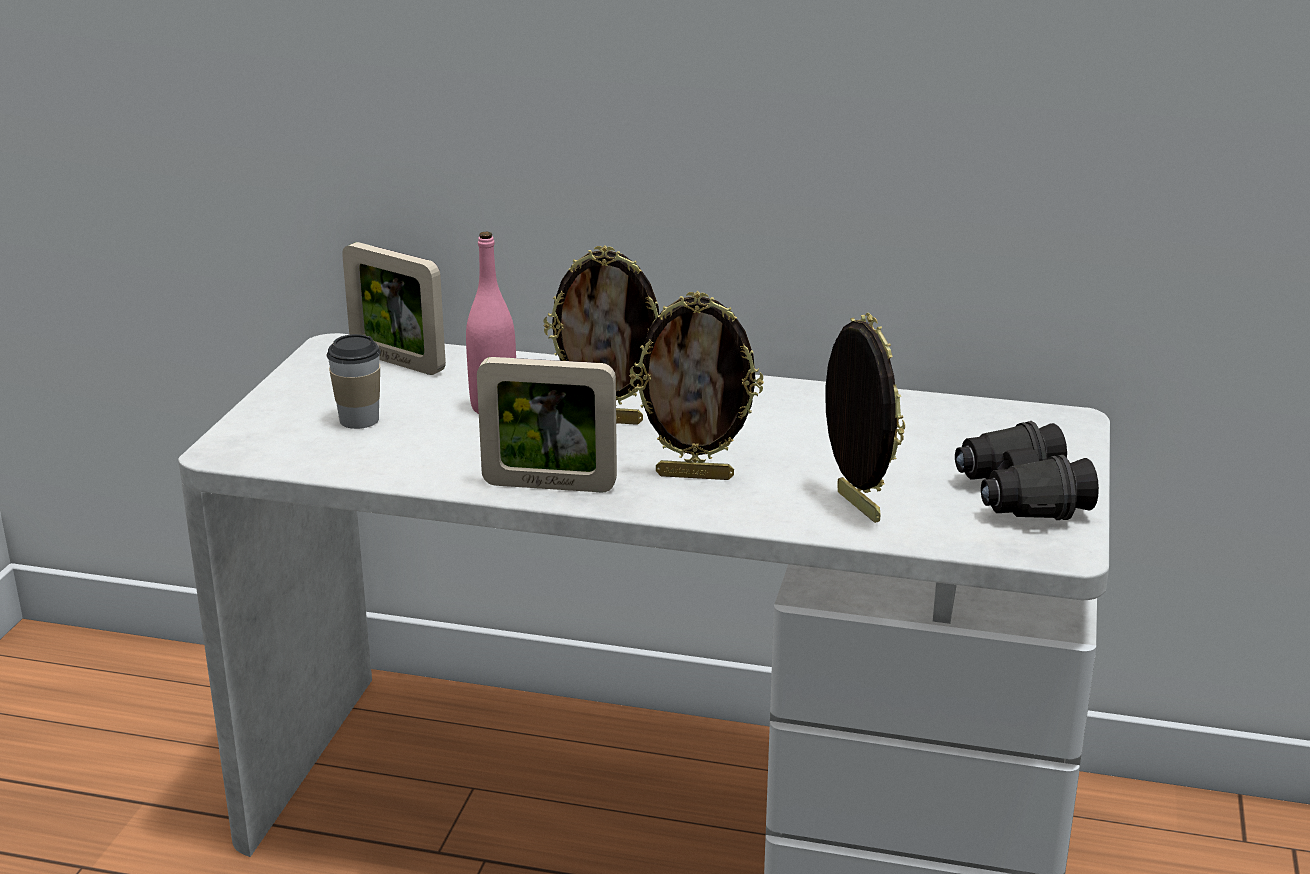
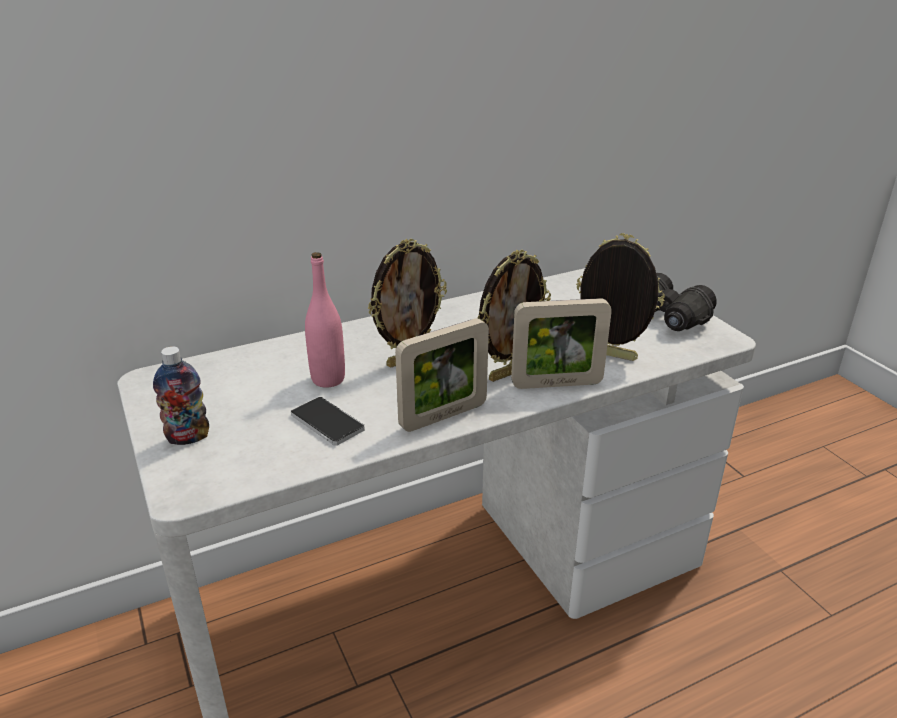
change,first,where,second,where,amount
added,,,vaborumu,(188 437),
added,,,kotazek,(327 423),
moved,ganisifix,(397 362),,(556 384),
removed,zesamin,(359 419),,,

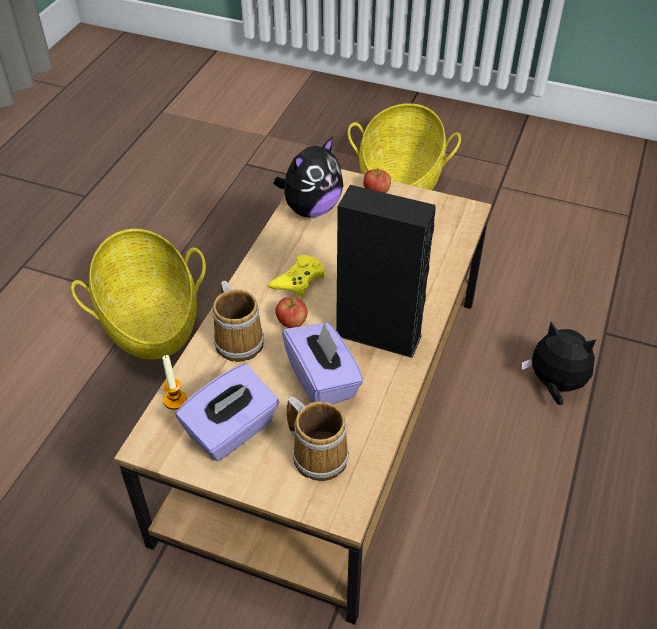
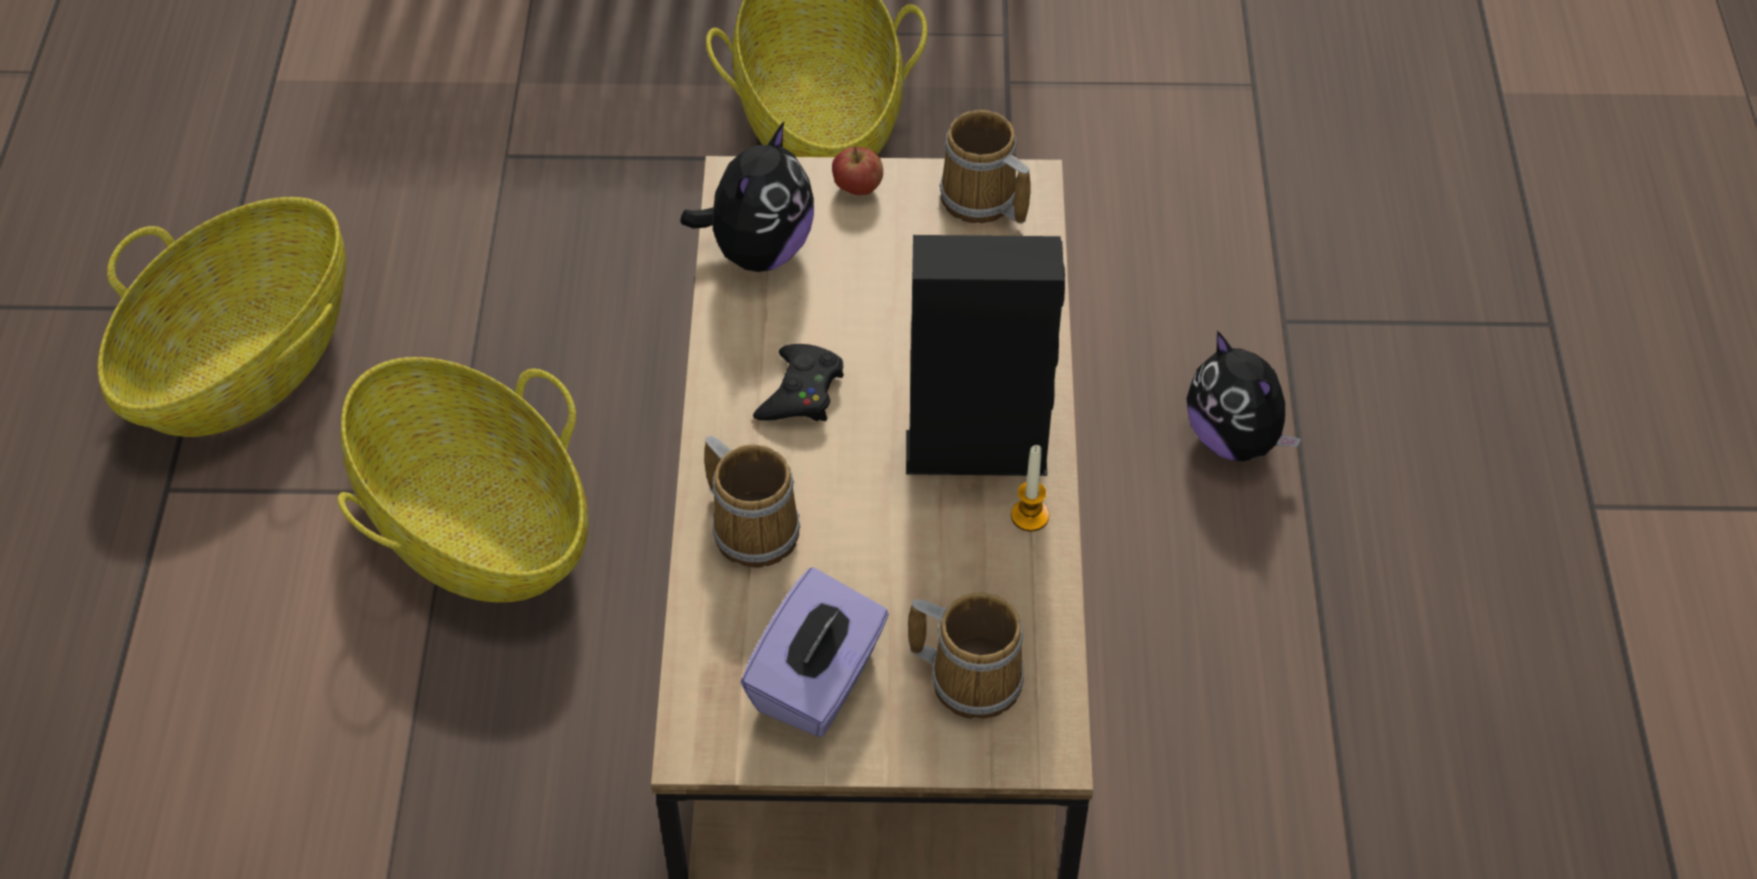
change,first,where,second,where,amount
added,,,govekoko,(244 363),
recoloured,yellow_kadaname,(298 280),black_kadaname,(801 392),
added,,,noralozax,(981 201),
moved,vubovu,(175 400),,(1029 516),
turned,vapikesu,(554 385),,(1235 439),135 degrees counterclockwise
removed,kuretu,(291 323),,,
removed,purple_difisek,(322 380),,,

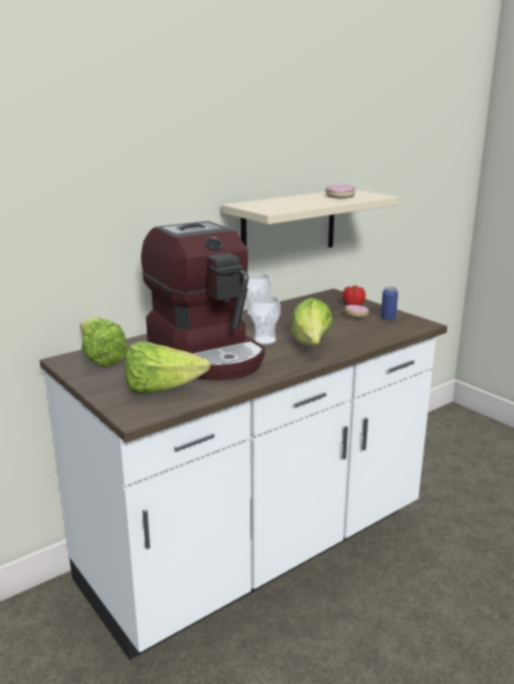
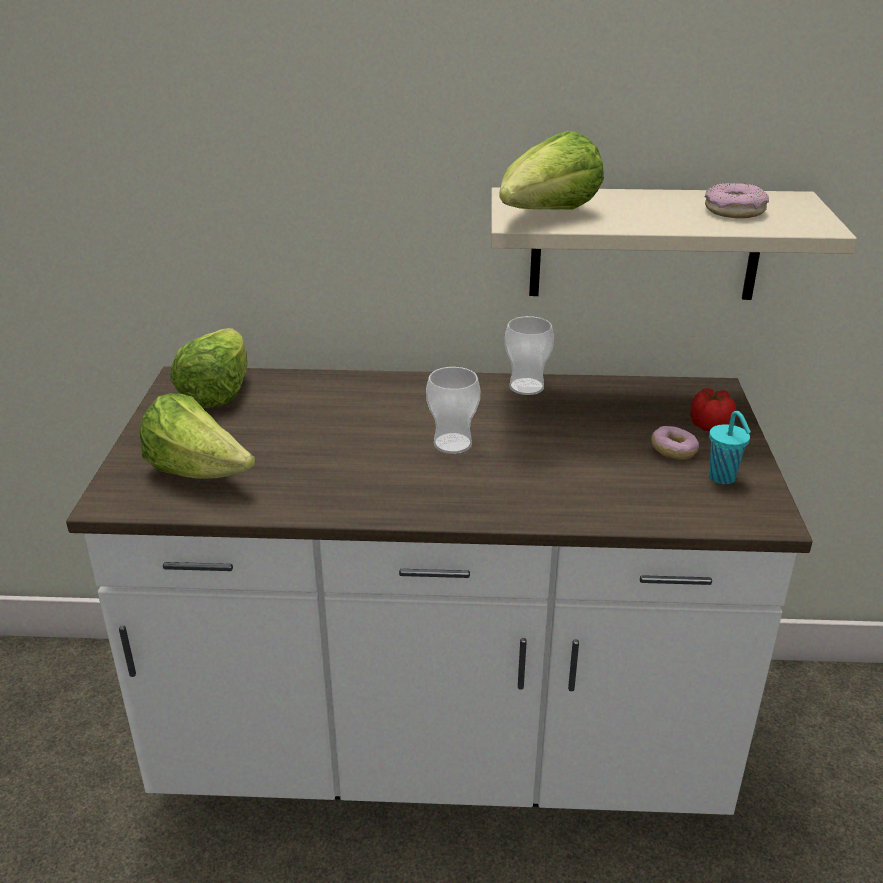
change,first,where,second,where,amount
moved,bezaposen,(311 345),,(547 215),
replaced,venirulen,(388 318),turquoise_zesamin,(723 478),
removed,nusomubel,(207 352),,,

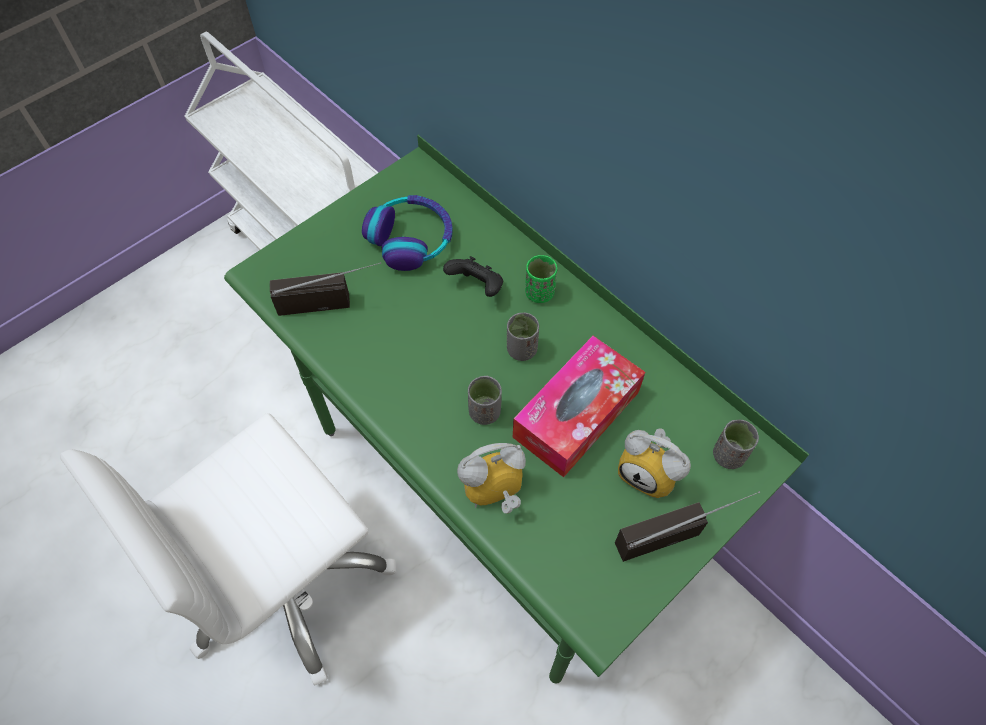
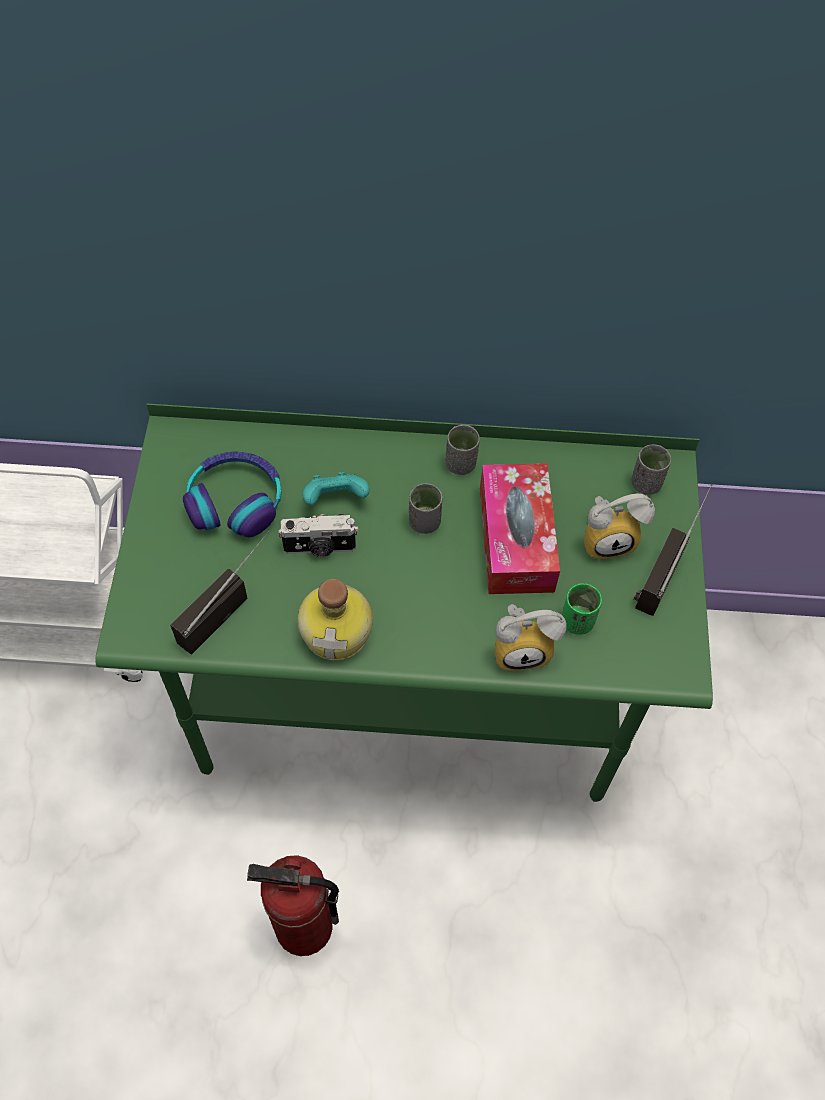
change,first,where,second,where,amount
replaced,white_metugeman,(288 581),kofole,(303 928),
added,,,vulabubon,(319 548),
added,,,vaborumu,(338 631),
recoloured,black_kadaname,(477 287),turquoise_kadaname,(335 499),
moved,grey_zesamin,(484 412),,(460 464),
turned,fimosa,(495 497),,(522 648),120 degrees counterclockwise
moved,green_zesamin,(539 293),,(577 621),

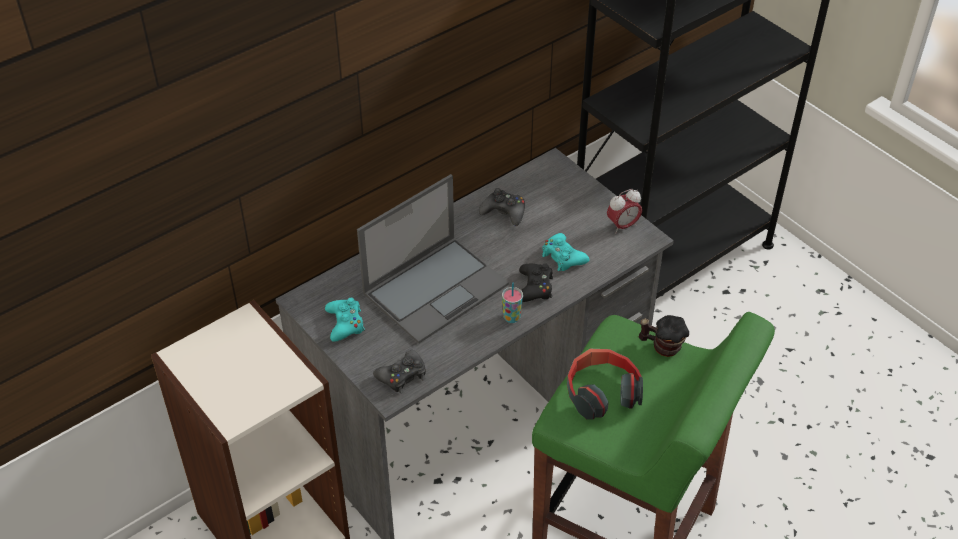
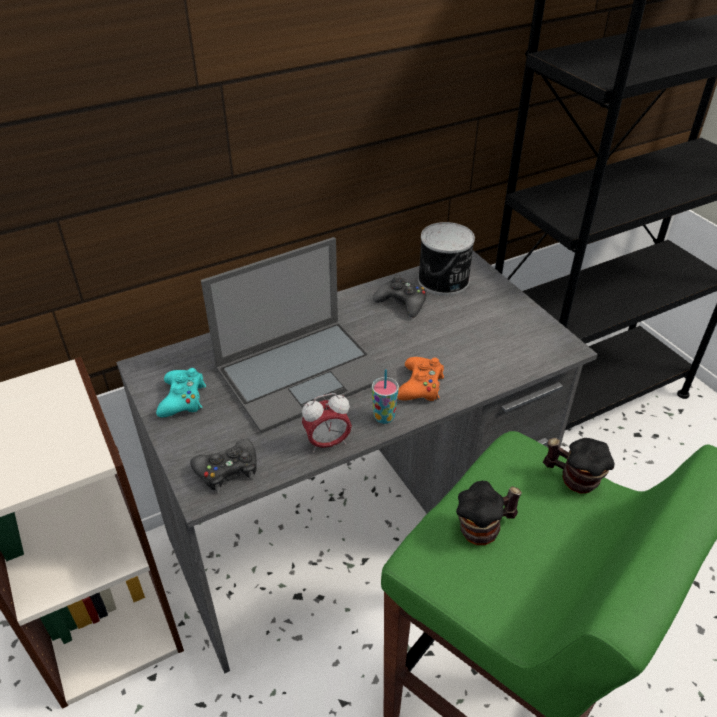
change,first,where,second,where,amount
moved,fimosa,(622 226),,(327 443),
recoloured,black_kadaname,(535 287),orange_kadaname,(420 386),
added,,,venirulen,(444 281),
replaced,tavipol,(602 392),noralozax,(484 529),
removed,turquoise_kadaname,(563 257),,,

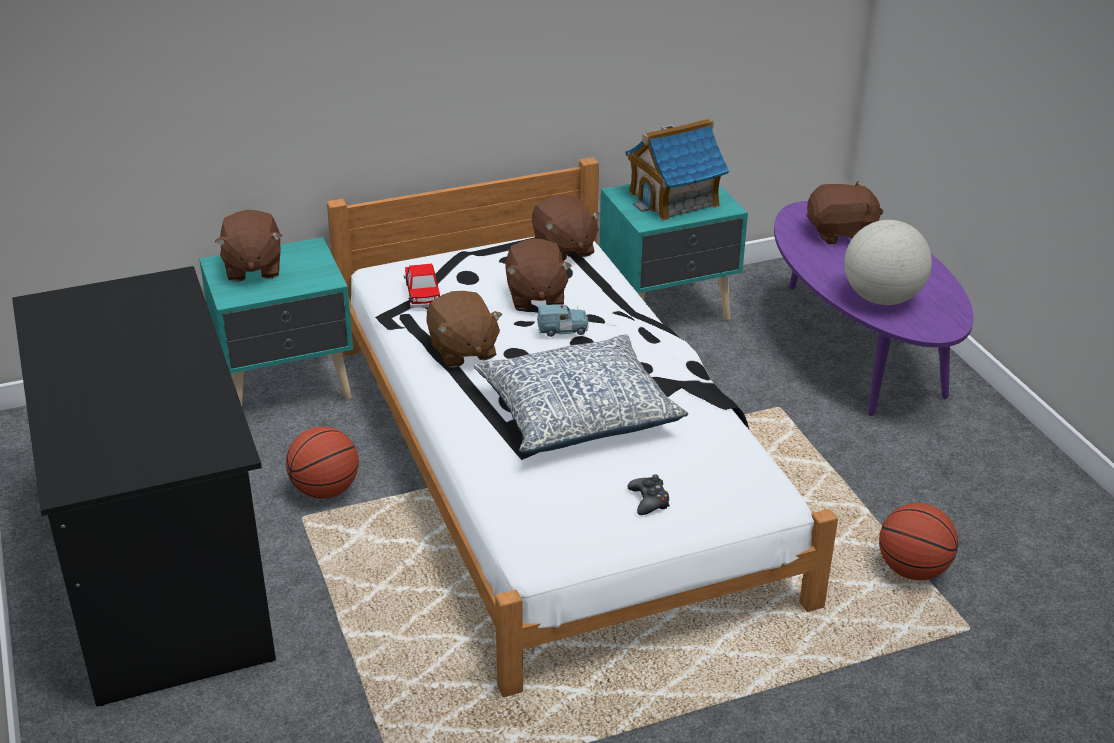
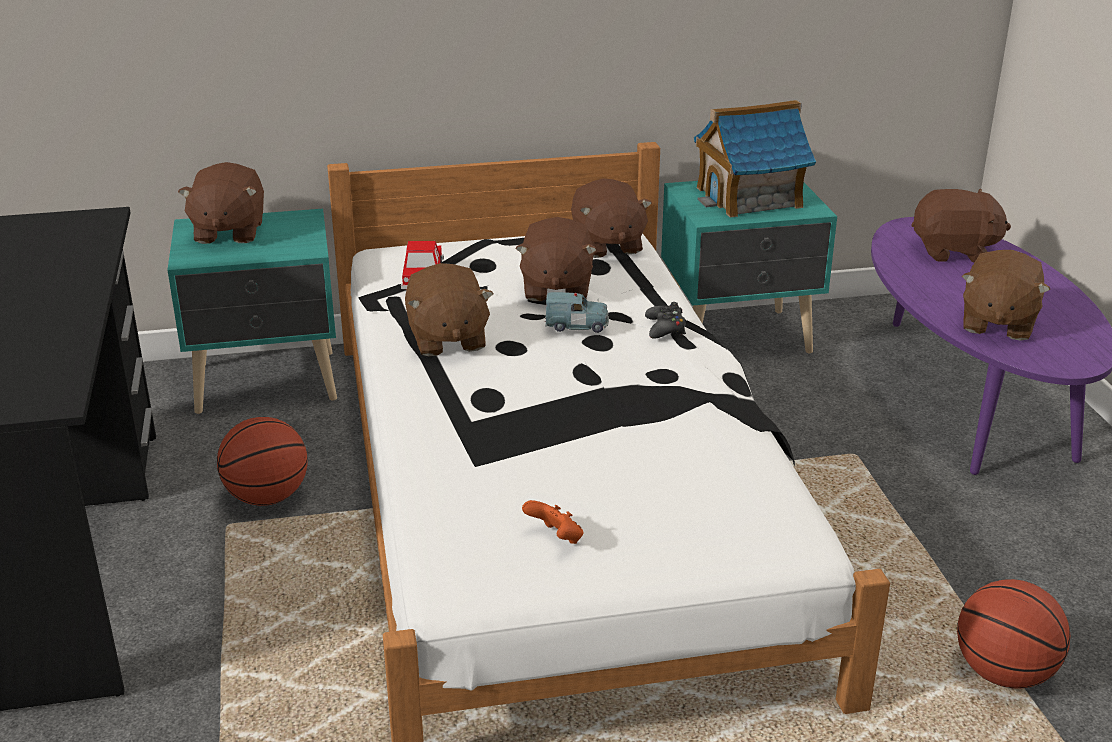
change,first,where,second,where,amount
added,,,orange_kadaname,(555 538),
moved,black_kadaname,(649 501),,(665 329),
replaced,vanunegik,(882 298),brown_vapikesu,(996 323),
removed,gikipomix,(578 413),,,

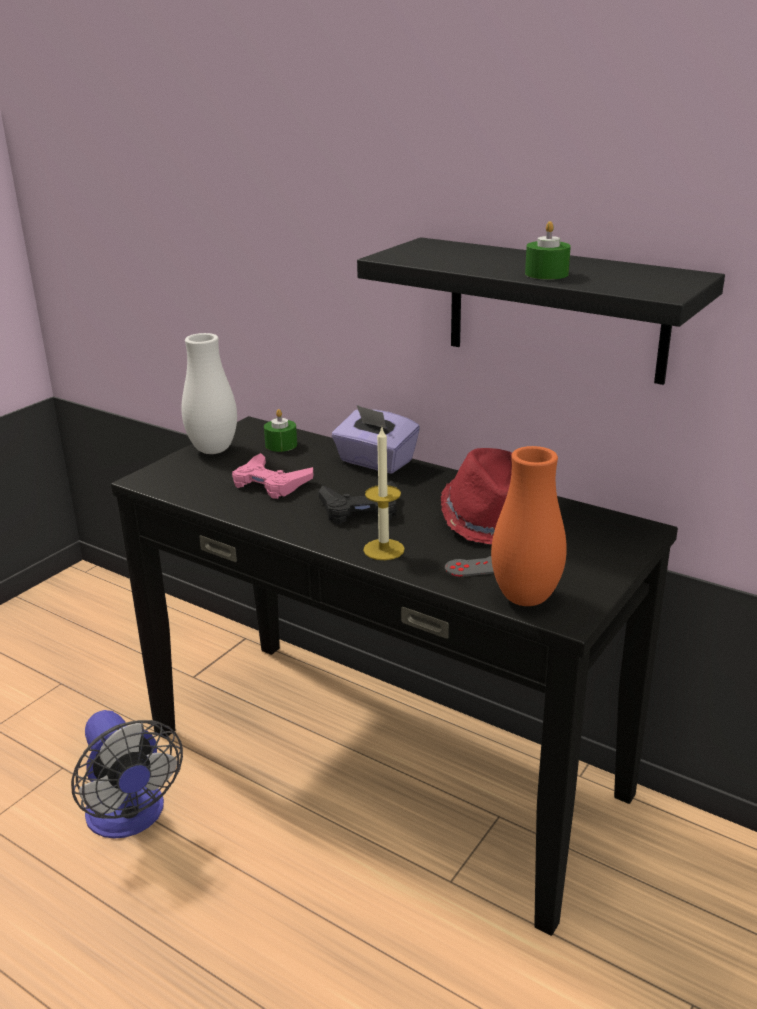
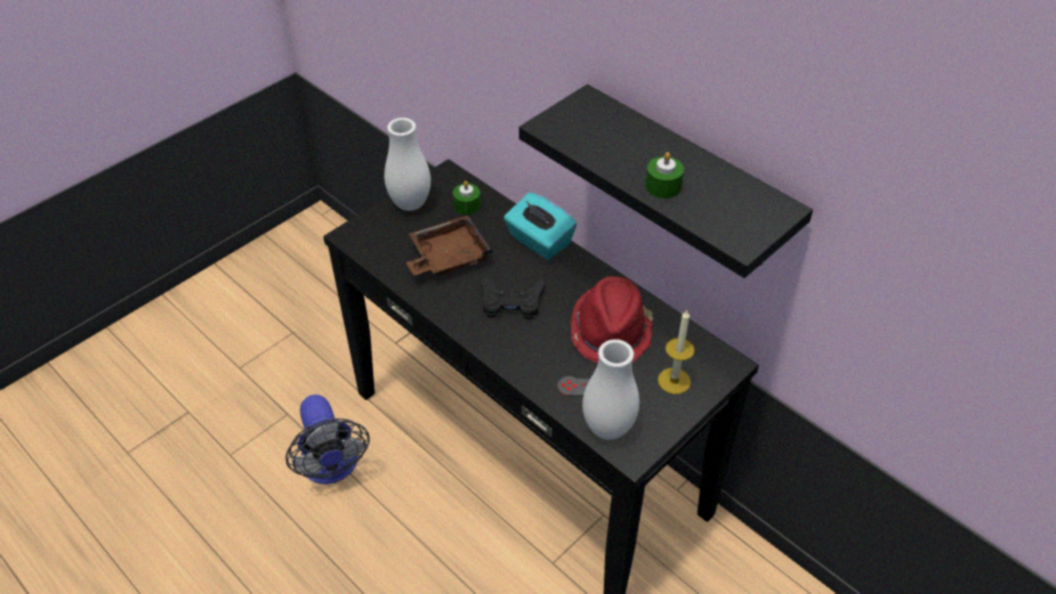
change,first,where,second,where,amount
replaced,pink_kadaname,(270 483),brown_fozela,(448 256),
recoloured,purple_difisek,(375 462),turquoise_difisek,(539 241),
recoloured,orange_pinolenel,(525 598),white_pinolenel,(608 428),
moved,vubovu,(383 549),,(674 381),

